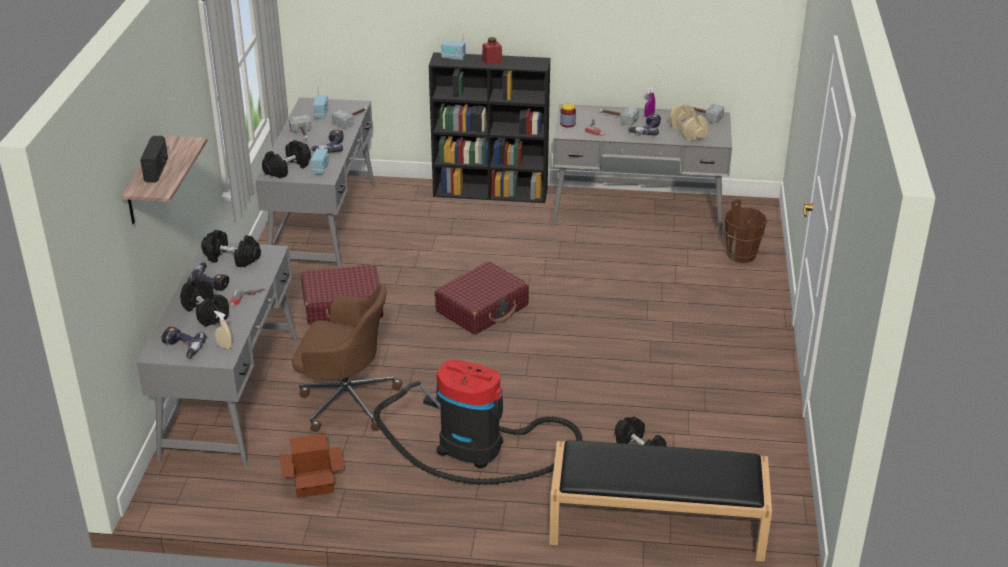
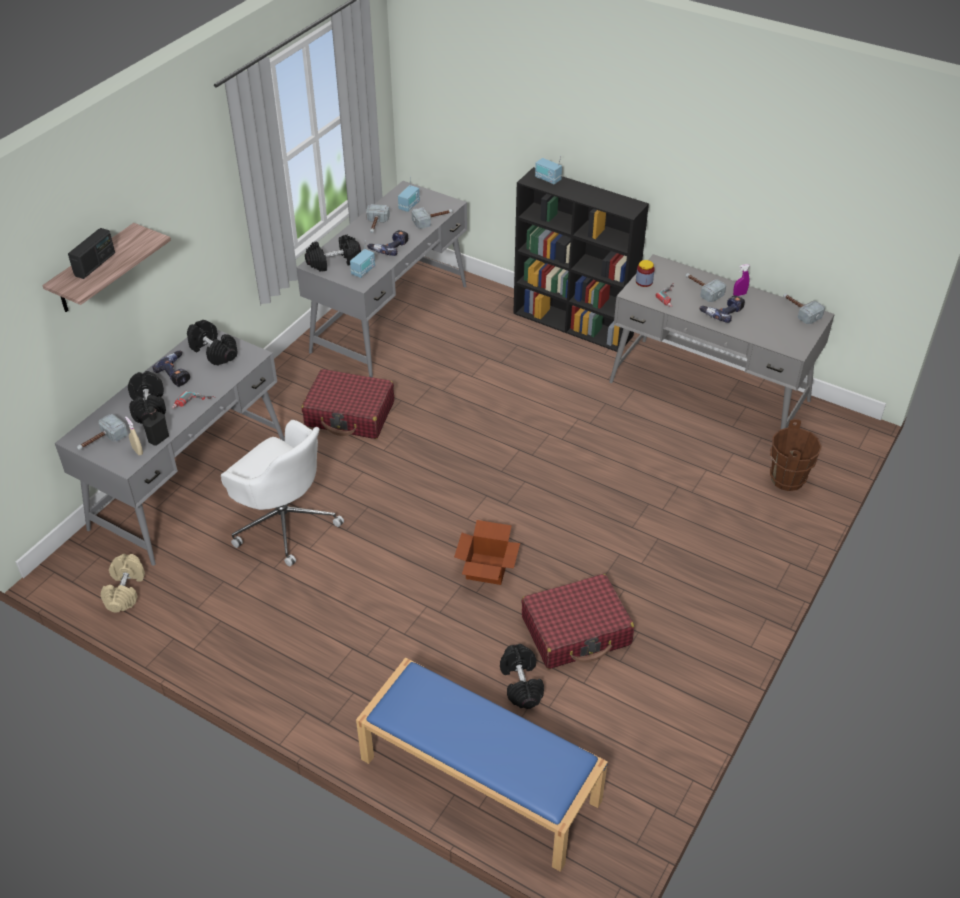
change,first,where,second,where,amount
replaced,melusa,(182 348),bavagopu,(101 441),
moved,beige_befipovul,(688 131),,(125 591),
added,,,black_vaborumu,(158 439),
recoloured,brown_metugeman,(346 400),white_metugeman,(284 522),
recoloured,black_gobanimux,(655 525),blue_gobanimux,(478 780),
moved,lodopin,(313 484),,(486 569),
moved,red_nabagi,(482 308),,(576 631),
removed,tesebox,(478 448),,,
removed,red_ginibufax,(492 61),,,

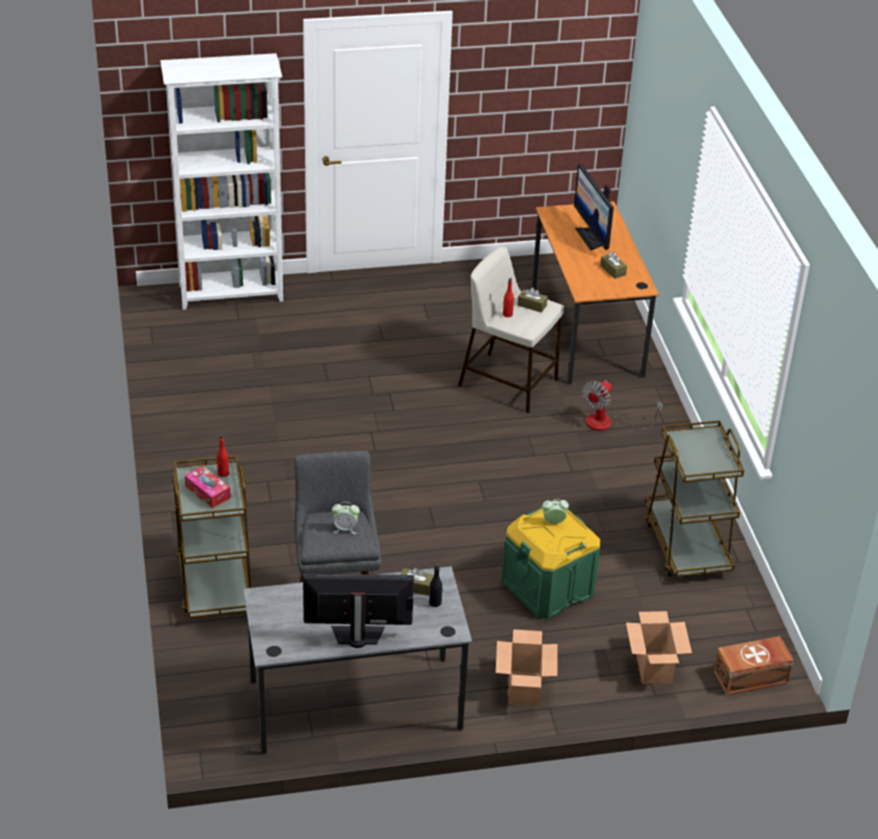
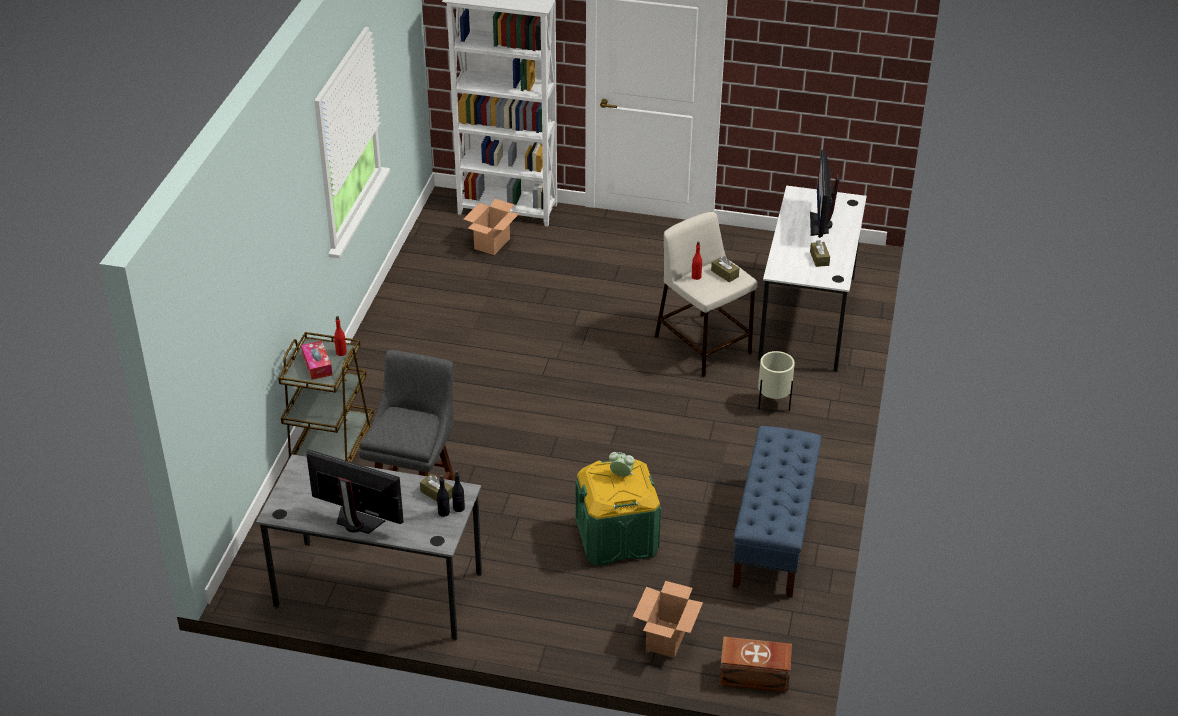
change,first,where,second,where,amount
added,,,black_vaborumu,(459 508),
moved,lodopin,(524 689),,(492 244),
replaced,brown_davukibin,(686 545),blue_gobanimux,(773 536),
recoloured,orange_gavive,(586 333),white_gavive,(807 317),
replaced,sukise,(608 423),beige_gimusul,(773 404),
removed,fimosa,(345 528),,,

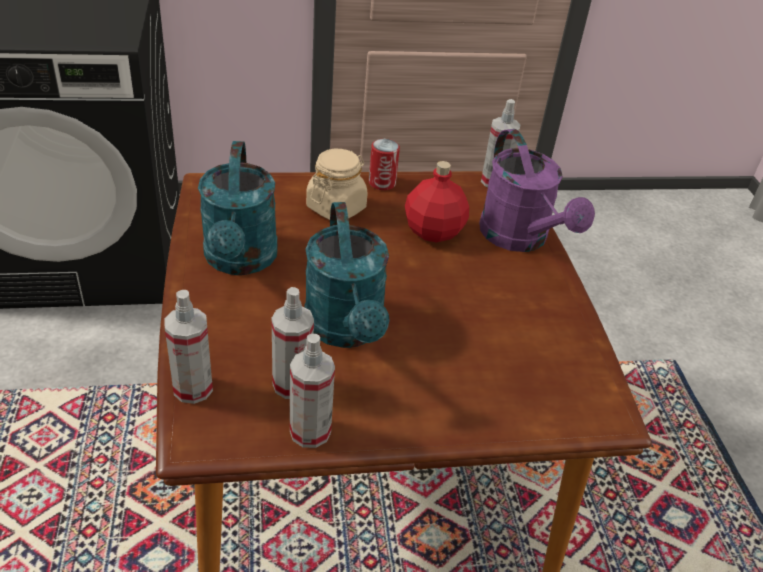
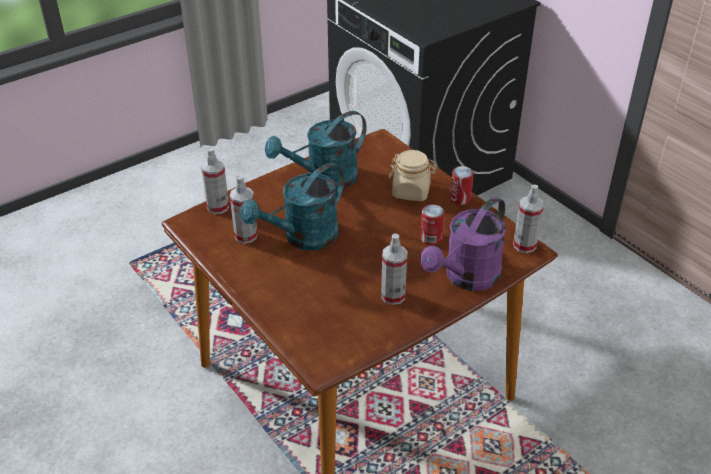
change,first,where,second,where,amount
moved,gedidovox,(310 431),,(393 296),
replaced,red_vaborumu,(434 232),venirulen,(431 238),

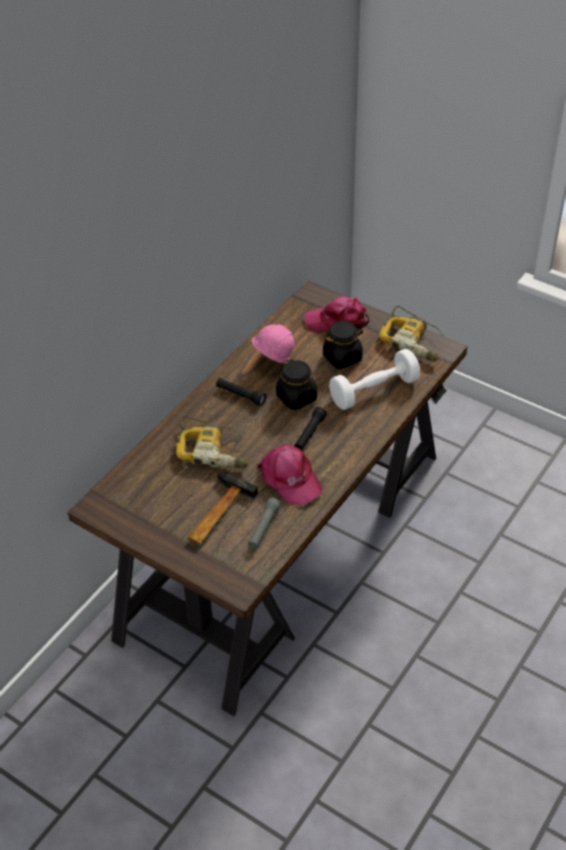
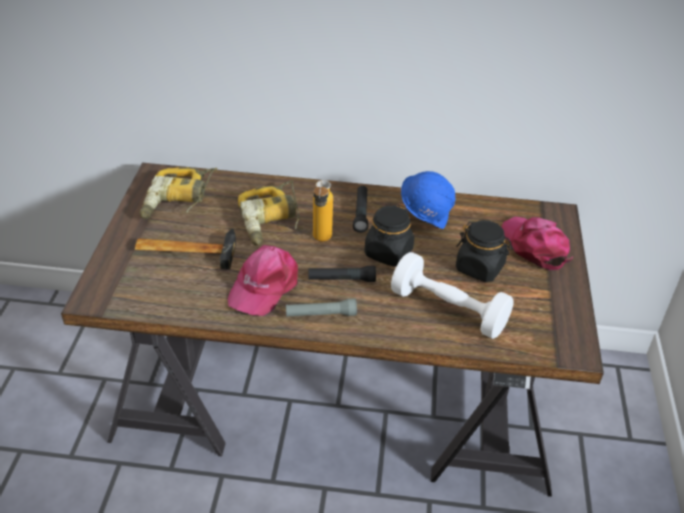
change,first,where,second,where,amount
moved,melusa,(413 341),,(179 200),
moved,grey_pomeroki,(264 528),,(321 314),
added,,,vaborumu,(321 241),
recoloured,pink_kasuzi,(272 363),blue_kasuzi,(425 220),

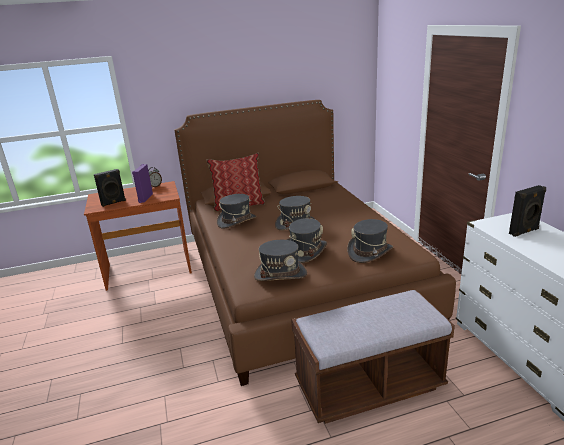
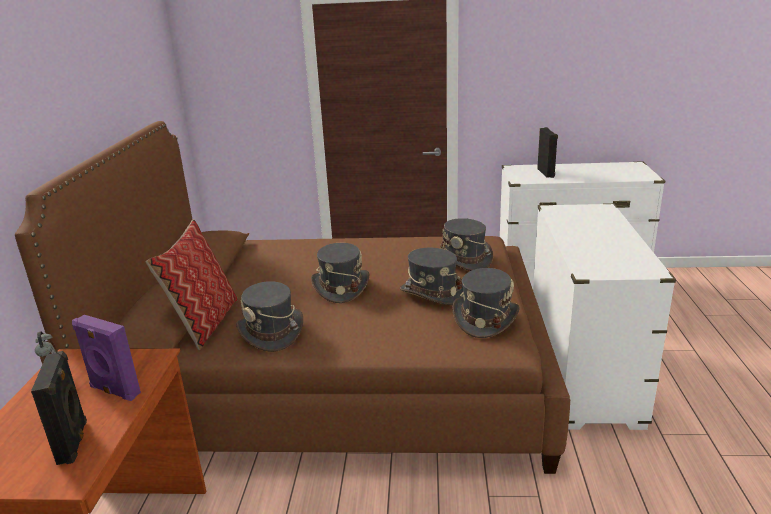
change,first,where,second,where,amount
replaced,brown_gobanimux,(369 386),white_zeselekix,(582 374),

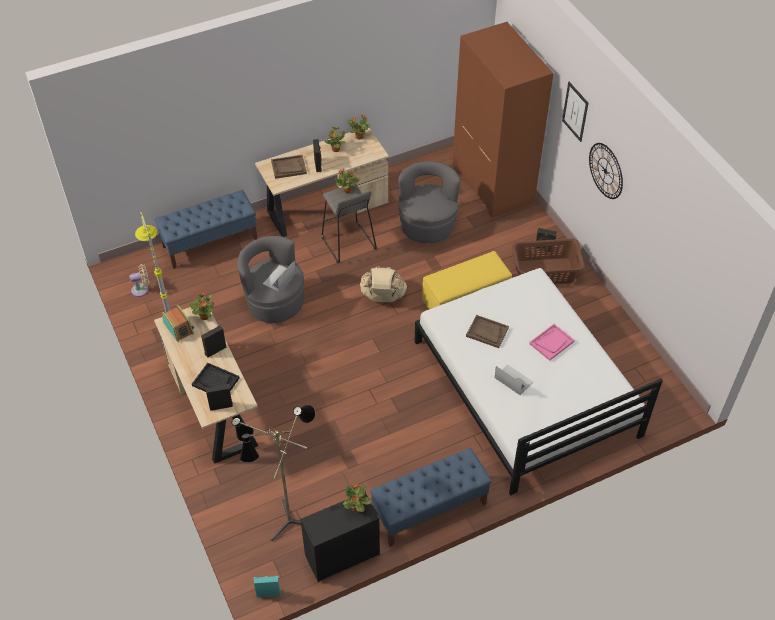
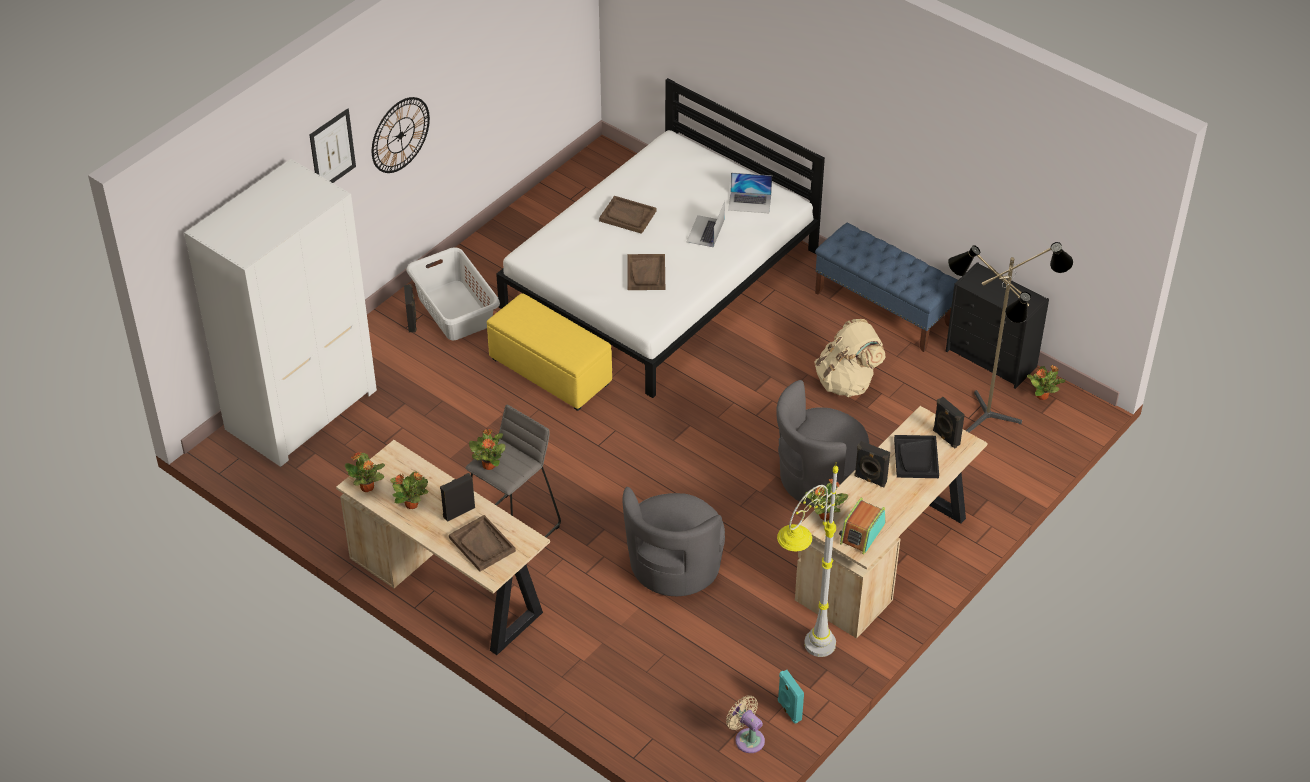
change,first,where,second,where,amount
recoloured,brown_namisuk,(493 184),white_namisuk,(301 409),
recoloured,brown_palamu,(545 272),grey_palamu,(455 310),
recoloured,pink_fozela,(551 342),brown_fozela,(627 216),
moved,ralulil,(279 278),,(749 202),
moved,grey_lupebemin,(427 225),,(819 479),
moved,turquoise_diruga,(268 593),,(788 710),
moved,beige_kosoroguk,(383 297),,(847 382),
moved,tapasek,(356 508),,(1042 396),
removed,blue_gobanimux,(210 243),,,

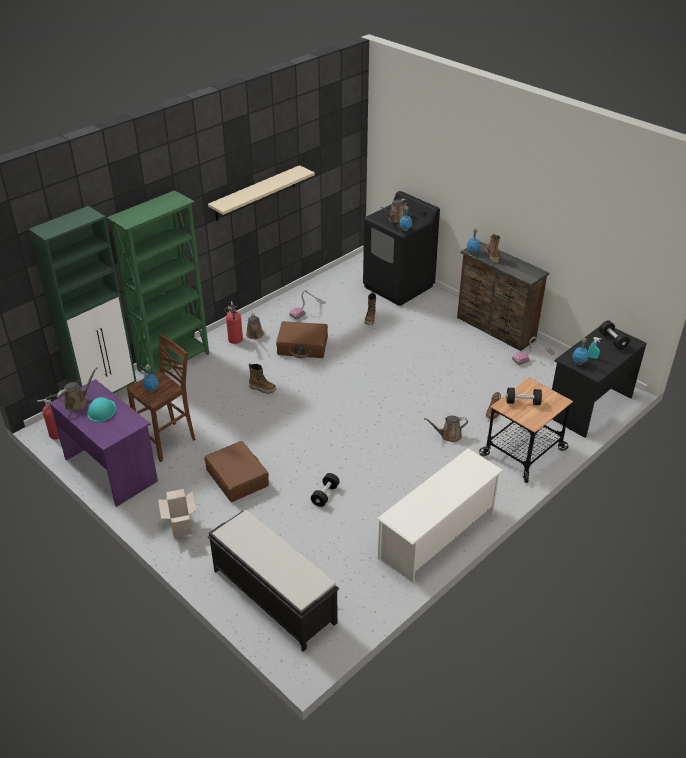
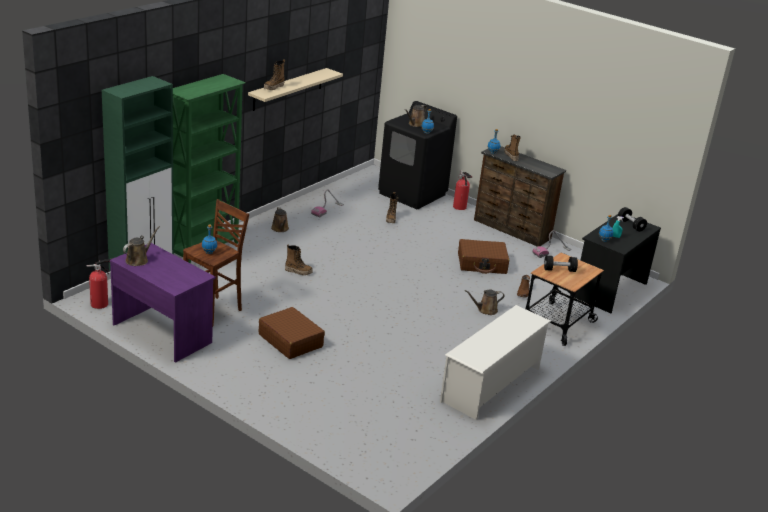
change,first,where,second,where,amount
added,,,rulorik,(274 87),
moved,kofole,(235 340),,(460 207),
moved,brown_nabagi,(302 346),,(482 264),
removed,turquoise_kasuzi,(101 410),,,
removed,lodopin,(180 526),,,
removed,black_gobanimux,(273 596),,,
removed,black_befipovul,(325 495),,,

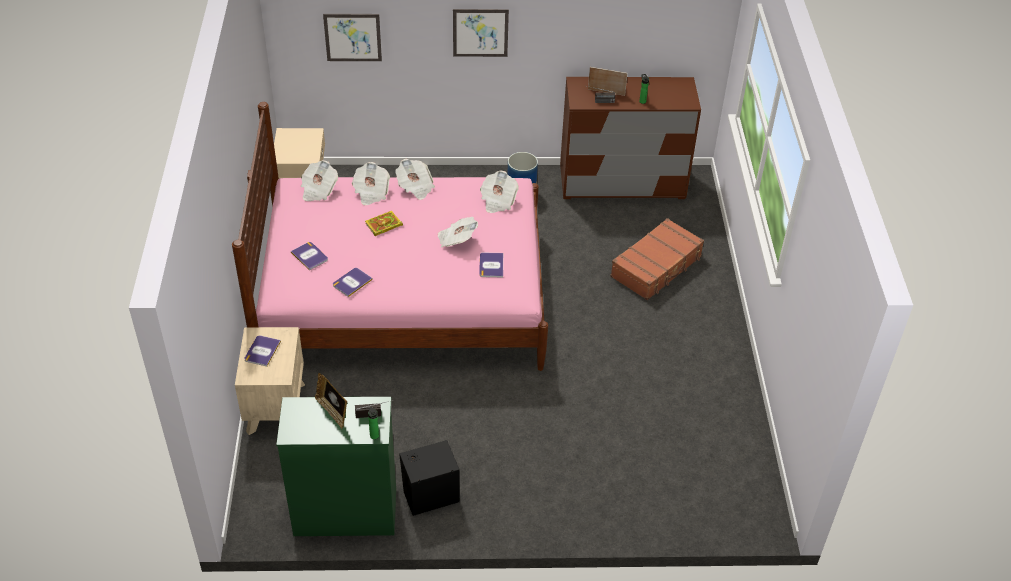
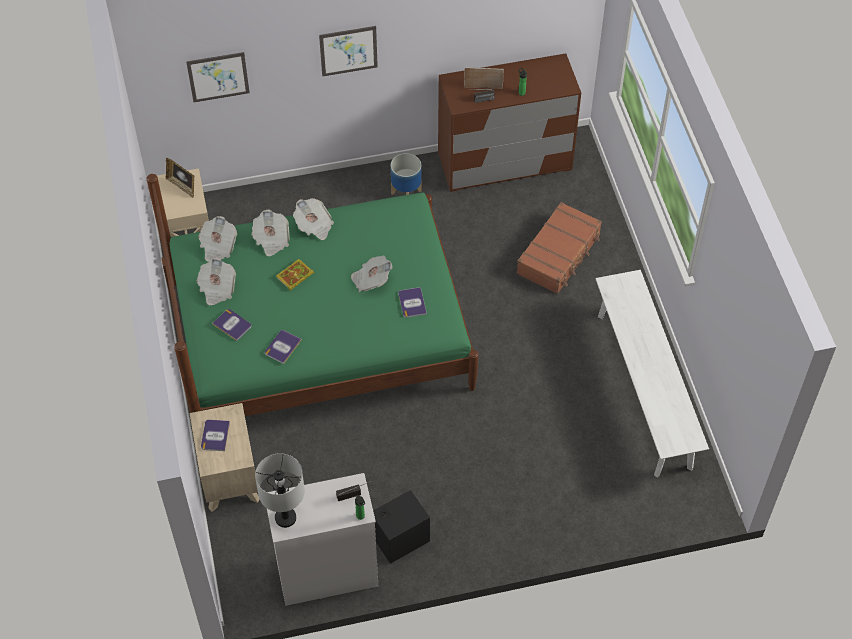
change,first,where,second,where,amount
recoloured,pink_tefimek,(404 297),green_tefimek,(320 334),
moved,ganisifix,(333 411),,(182 186),
moved,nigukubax,(498 201),,(217 289),
added,,,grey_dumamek,(285 518),
recoloured,green_zeselekix,(344 512),white_zeselekix,(326 573),
added,,,white_gobanimux,(644 390),

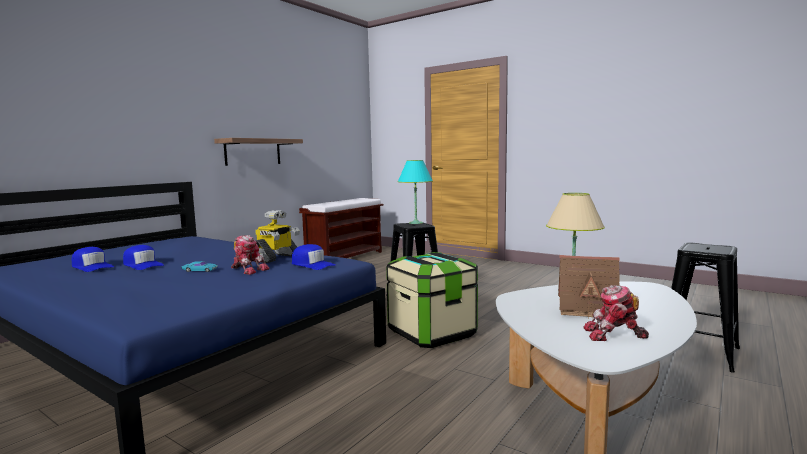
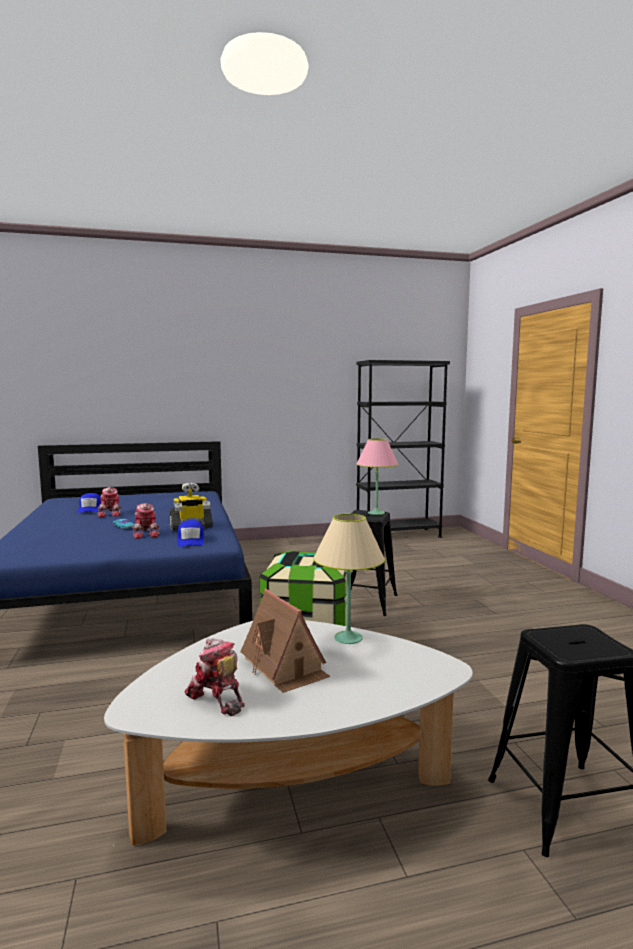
change,first,where,second,where,amount
replaced,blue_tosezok,(142 265),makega,(111 513),
replaced,brown_gobanimux,(345 257),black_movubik,(398 535),
recoloured,turquoise_dumamek,(415 223),pink_dumamek,(376 513),
removed,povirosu,(253 152),,,

